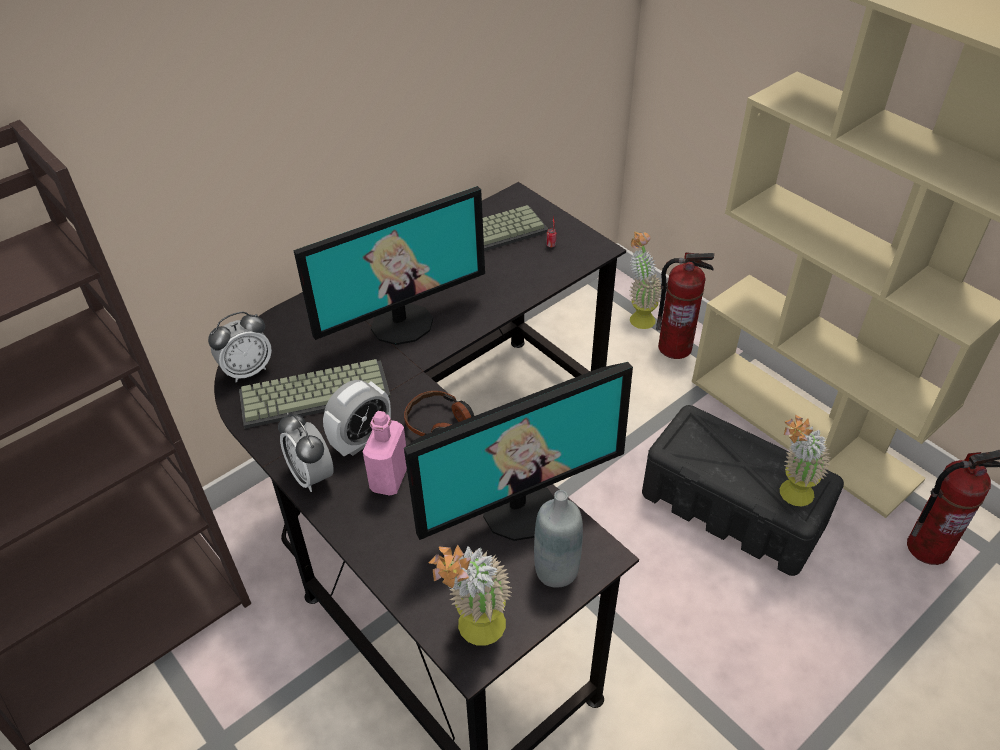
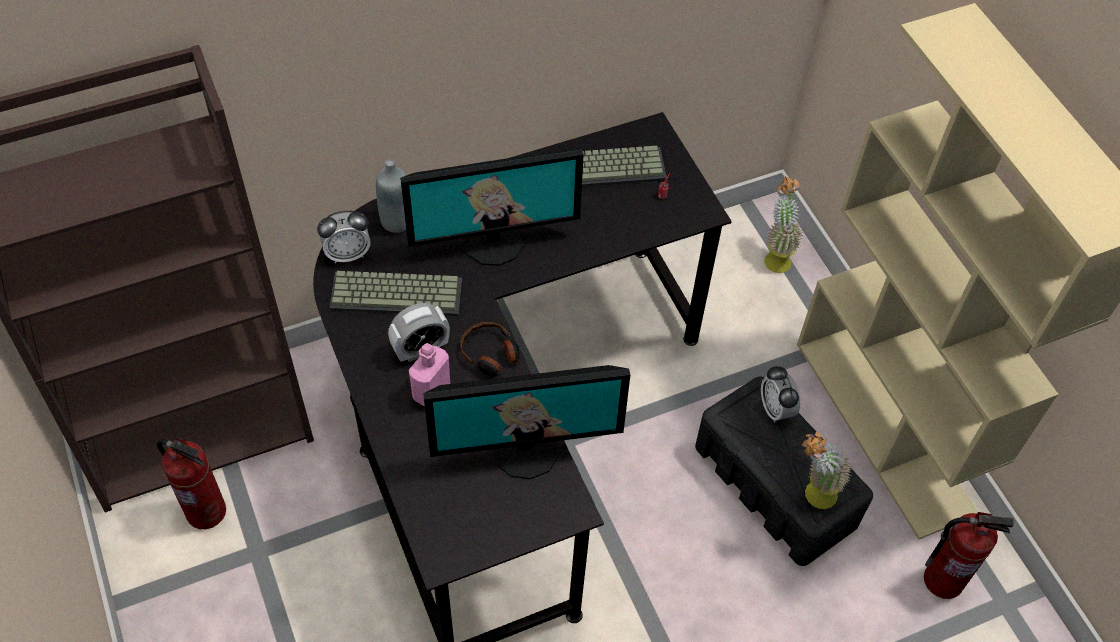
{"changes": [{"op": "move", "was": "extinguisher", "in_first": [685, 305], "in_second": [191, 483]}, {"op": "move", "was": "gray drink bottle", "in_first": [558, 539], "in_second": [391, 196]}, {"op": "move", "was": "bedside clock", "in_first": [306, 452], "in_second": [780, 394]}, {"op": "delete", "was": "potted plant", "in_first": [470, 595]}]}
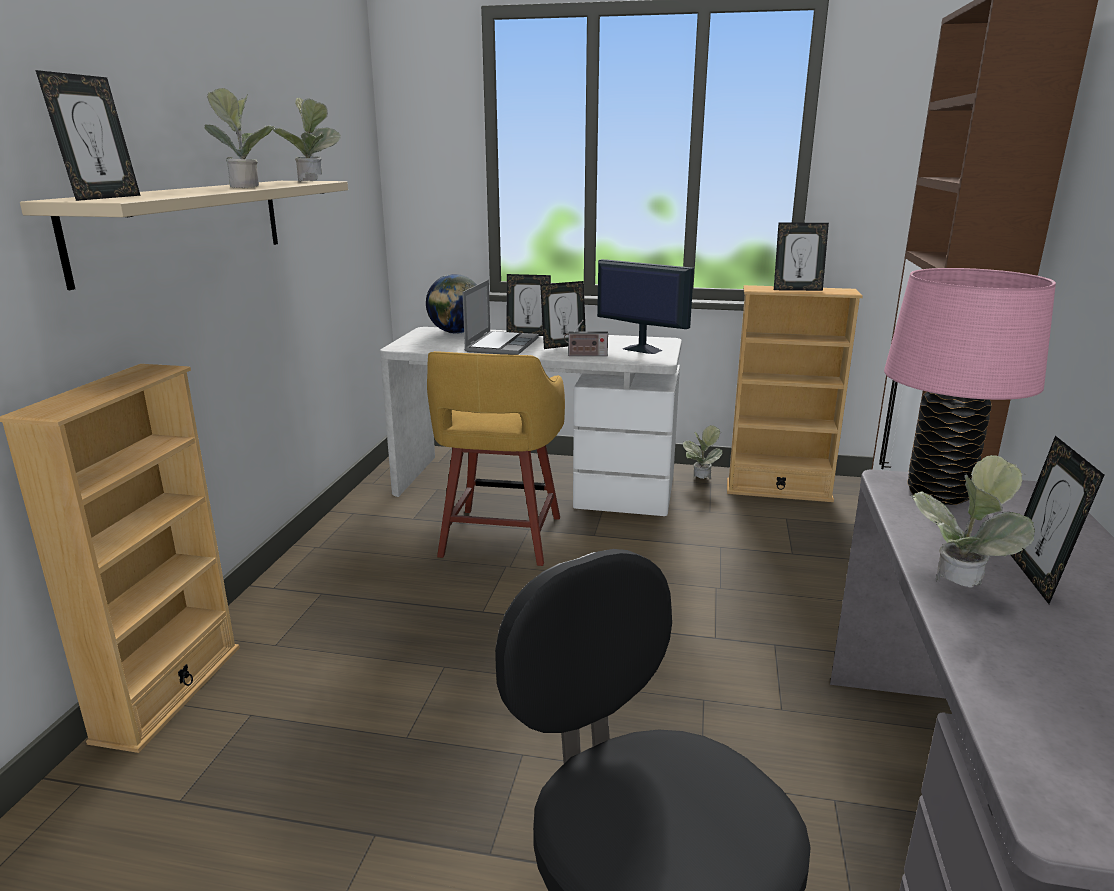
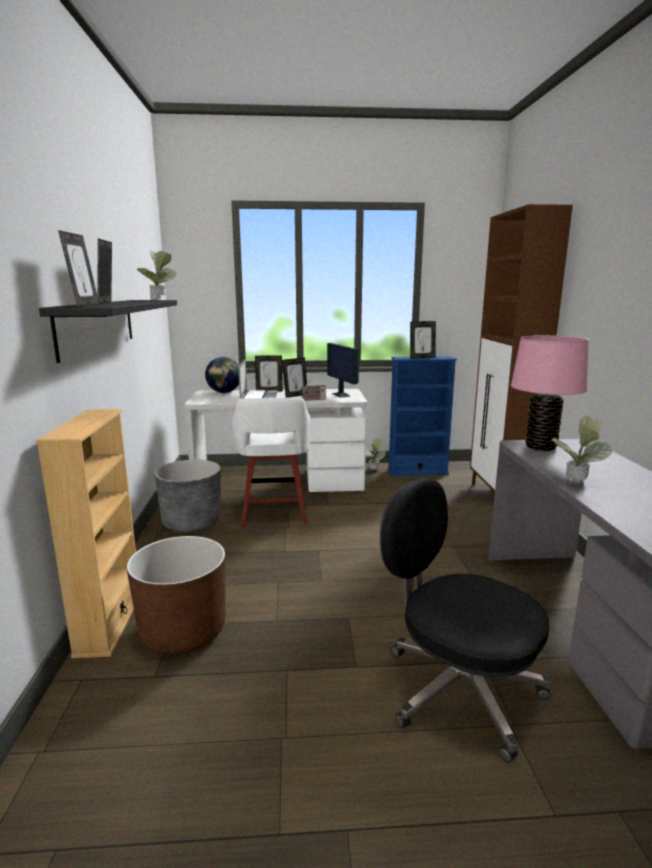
{"changes": [{"op": "recolor", "was": "sand-coloured bracket shelf", "now": "black-coloured bracket shelf", "in_first": [184, 235], "in_second": [108, 331]}, {"op": "move", "was": "standing frame", "in_first": [1057, 520], "in_second": [104, 271]}, {"op": "insert", "now": "brownish planter", "in_second": [176, 595]}, {"op": "insert", "now": "gray planter", "in_second": [187, 496]}, {"op": "recolor", "was": "yellowish stool", "now": "white stool", "in_first": [496, 458], "in_second": [271, 462]}, {"op": "rotate", "was": "computer screen", "in_first": [645, 306], "in_second": [343, 370], "clockwise": -135}, {"op": "recolor", "was": "sand-coloured bookcase", "now": "blue bookcase", "in_first": [795, 393], "in_second": [422, 416]}, {"op": "delete", "was": "potted plant", "in_first": [239, 138]}]}
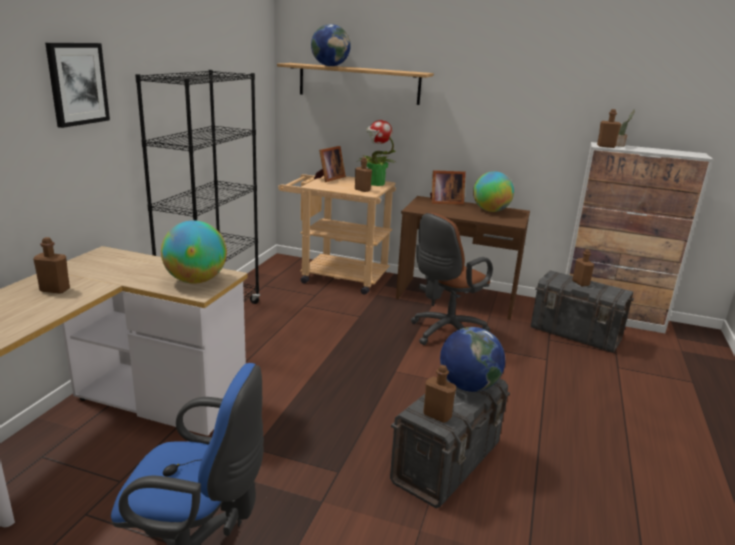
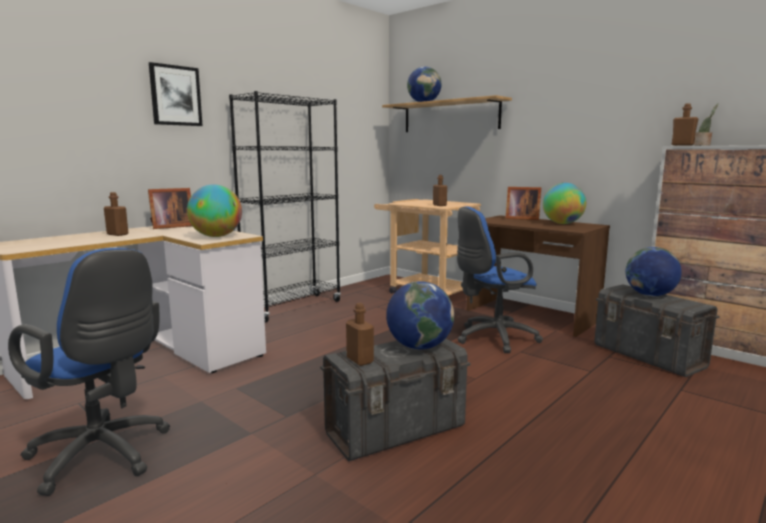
{"changes": [{"op": "move", "was": "standing frame", "in_first": [330, 164], "in_second": [170, 208]}, {"op": "recolor", "was": "brownish office chair", "now": "blue office chair", "in_first": [452, 279], "in_second": [500, 279]}, {"op": "replace", "was": "brownish drink bottle", "now": "globe", "in_first": [583, 267], "in_second": [654, 271]}, {"op": "delete", "was": "potted plant", "in_first": [377, 153]}]}
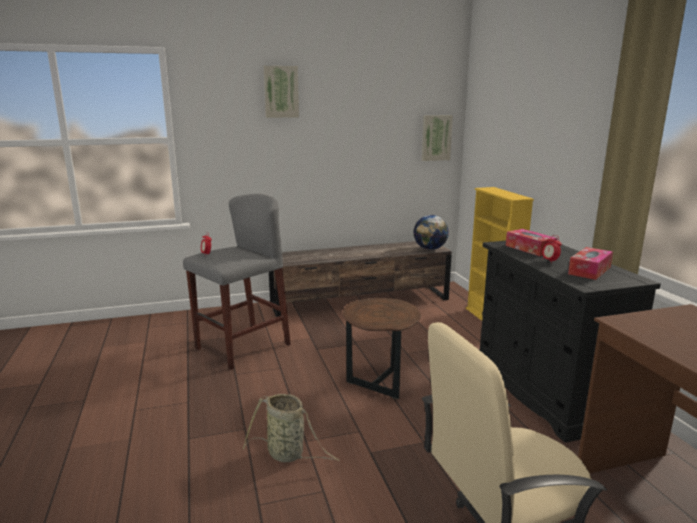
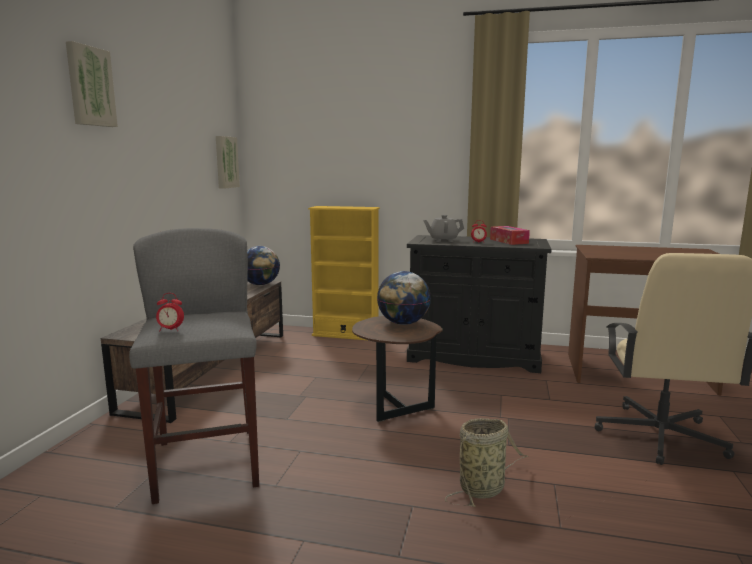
{"changes": [{"op": "insert", "now": "globe", "in_second": [404, 298]}, {"op": "replace", "was": "tissue holder", "now": "gray pot for tea", "in_first": [531, 242], "in_second": [443, 228]}]}
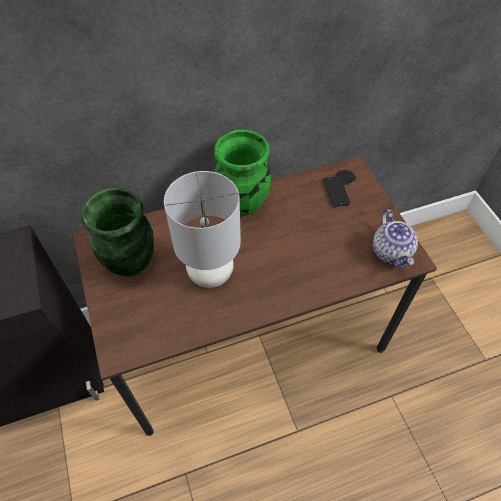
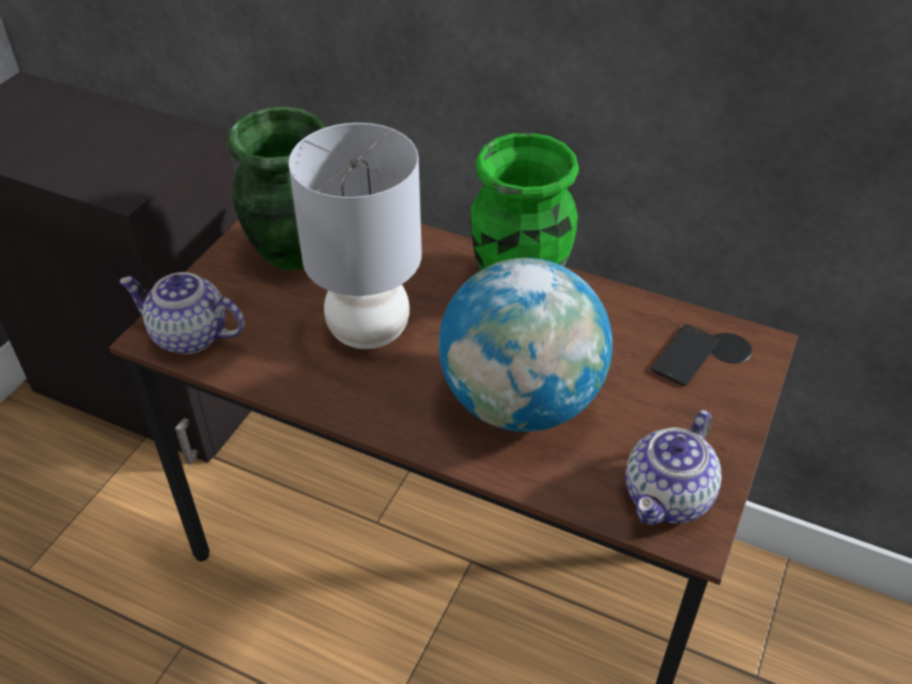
{"changes": [{"op": "insert", "now": "pot for tea", "in_second": [182, 313]}, {"op": "insert", "now": "globe", "in_second": [526, 345]}]}
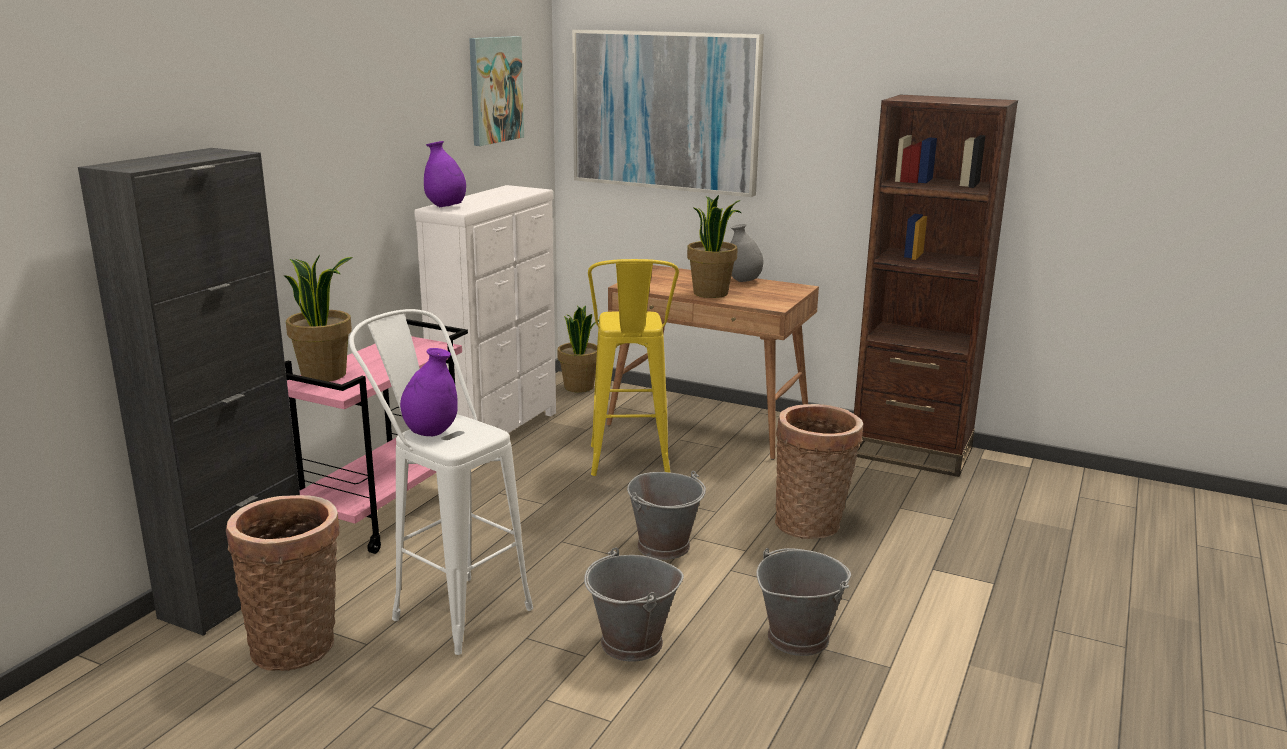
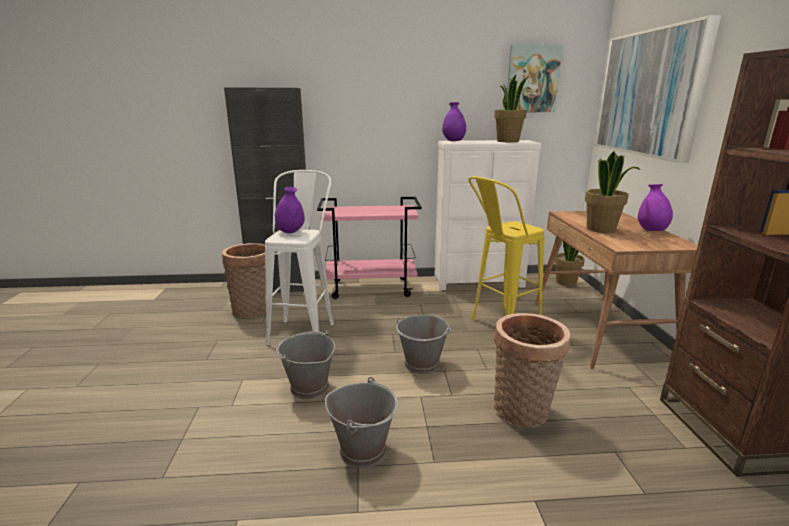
{"changes": [{"op": "move", "was": "potted plant", "in_first": [319, 318], "in_second": [512, 108]}, {"op": "recolor", "was": "gray decorative vase", "now": "purplish decorative vase", "in_first": [747, 253], "in_second": [655, 207]}]}
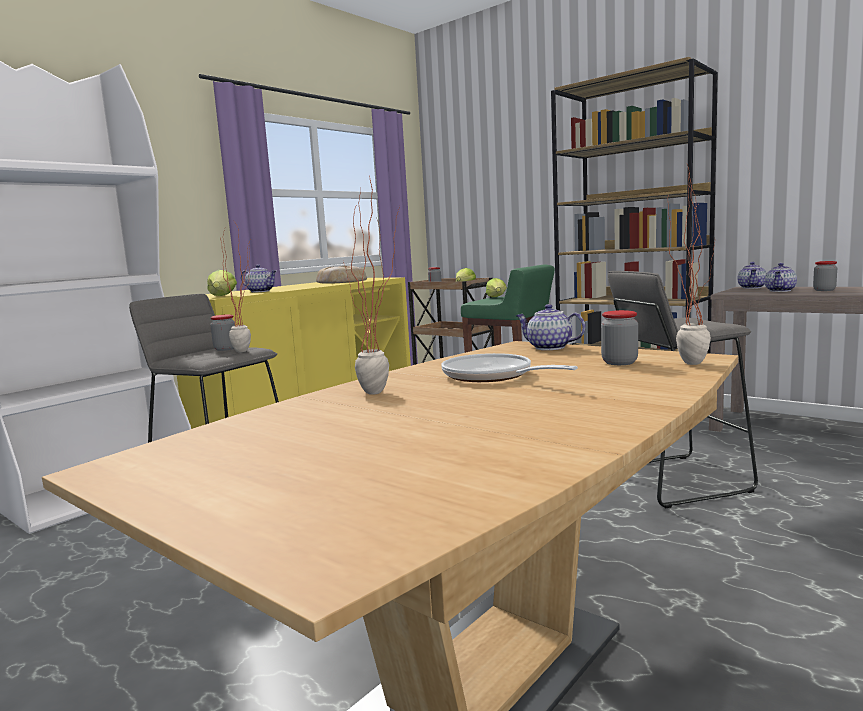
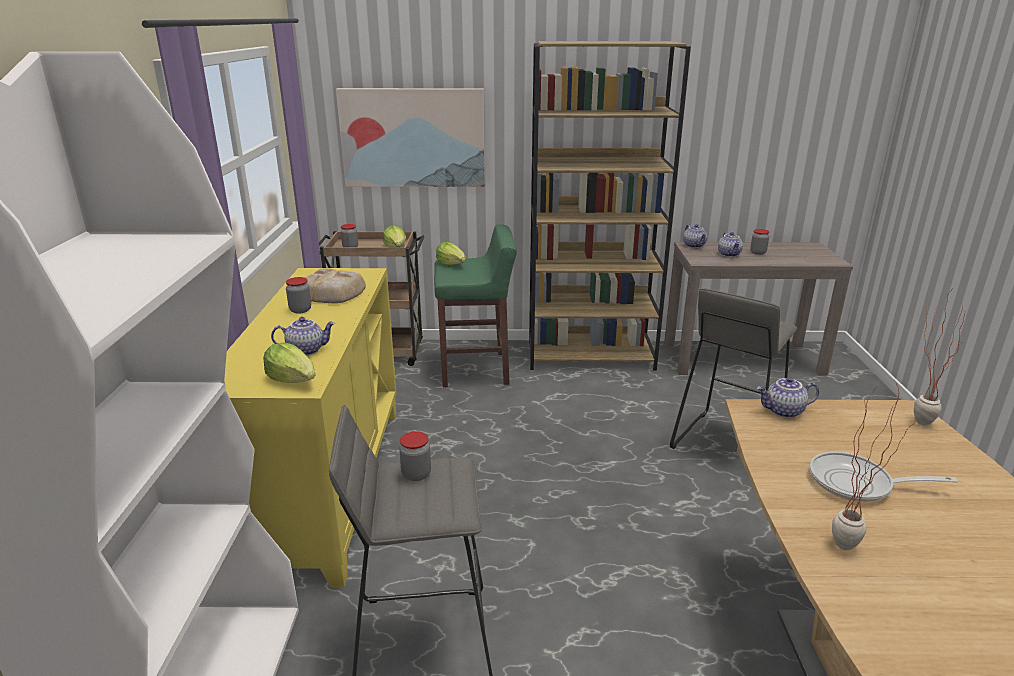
{"changes": [{"op": "move", "was": "preserve jar", "in_first": [619, 337], "in_second": [298, 295]}, {"op": "insert", "now": "picture", "in_second": [410, 137]}, {"op": "delete", "was": "potted plant", "in_first": [235, 287]}]}
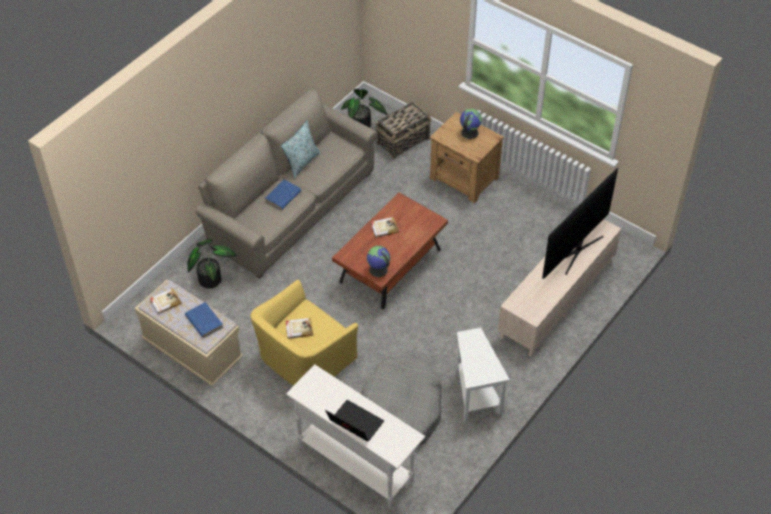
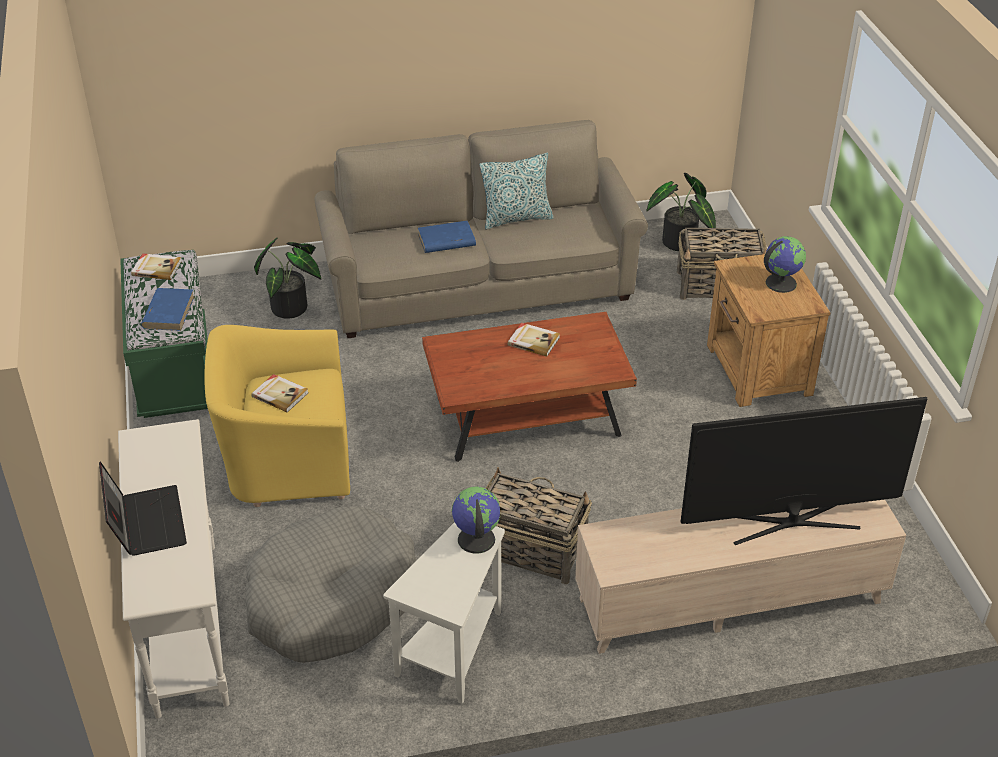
{"changes": [{"op": "recolor", "was": "sand-coloured indoor bench", "now": "green indoor bench", "in_first": [189, 333], "in_second": [164, 334]}, {"op": "move", "was": "globe", "in_first": [378, 261], "in_second": [476, 520]}, {"op": "insert", "now": "basket", "in_second": [539, 525]}]}
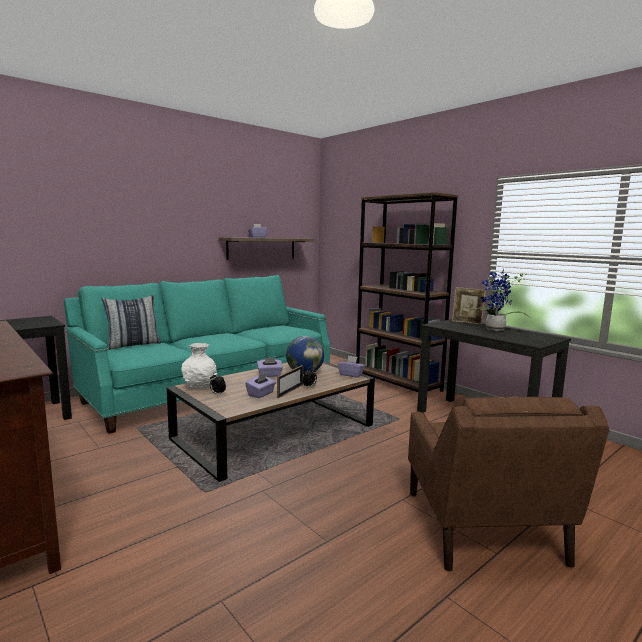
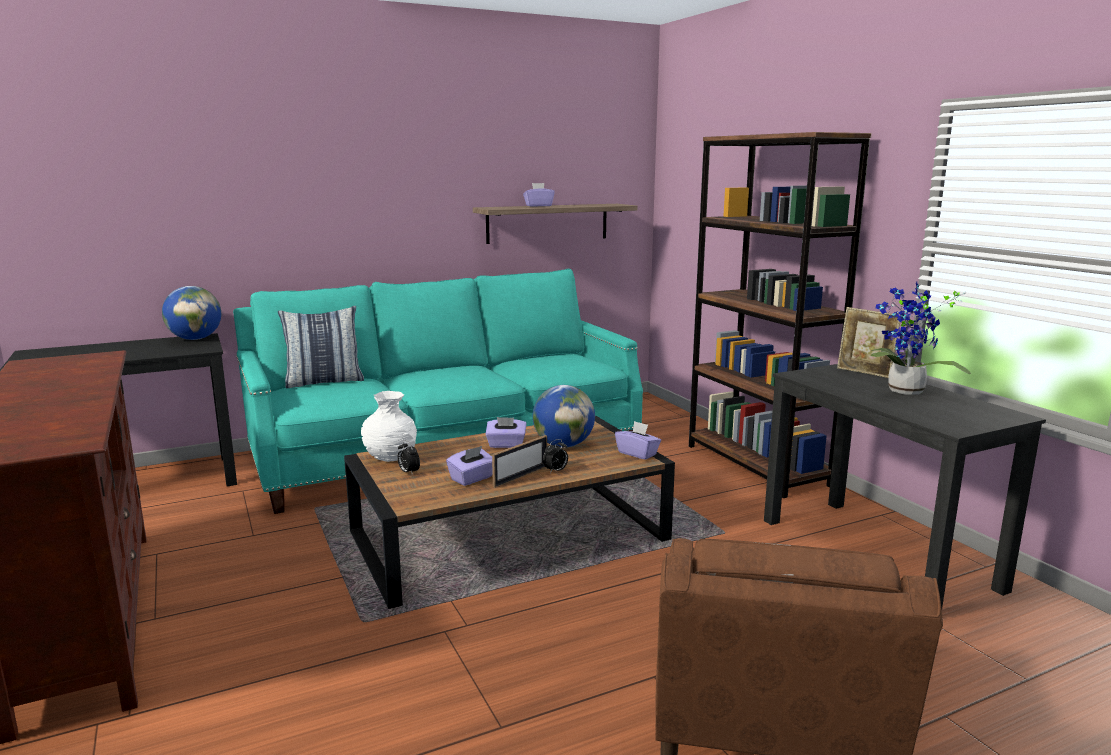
{"changes": [{"op": "insert", "now": "globe", "in_second": [191, 313]}]}
